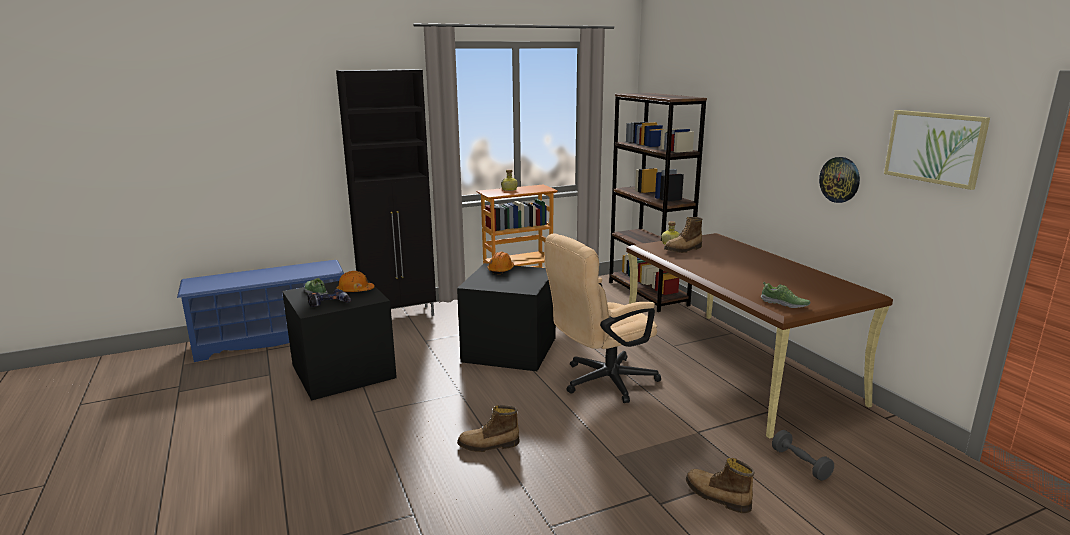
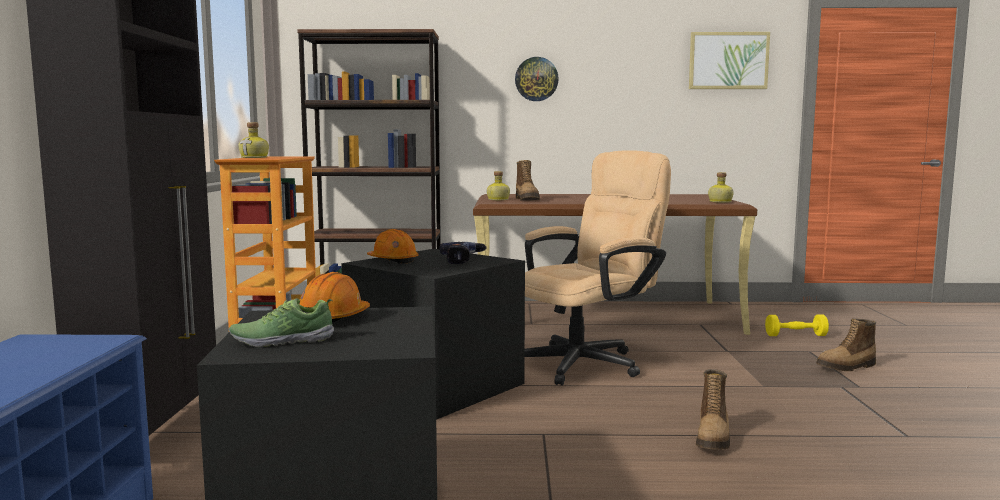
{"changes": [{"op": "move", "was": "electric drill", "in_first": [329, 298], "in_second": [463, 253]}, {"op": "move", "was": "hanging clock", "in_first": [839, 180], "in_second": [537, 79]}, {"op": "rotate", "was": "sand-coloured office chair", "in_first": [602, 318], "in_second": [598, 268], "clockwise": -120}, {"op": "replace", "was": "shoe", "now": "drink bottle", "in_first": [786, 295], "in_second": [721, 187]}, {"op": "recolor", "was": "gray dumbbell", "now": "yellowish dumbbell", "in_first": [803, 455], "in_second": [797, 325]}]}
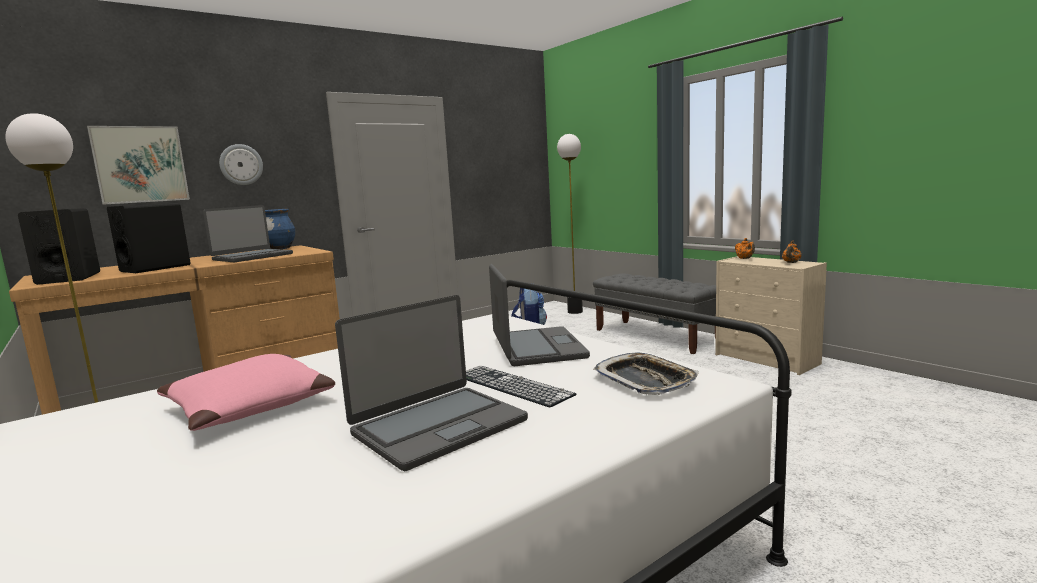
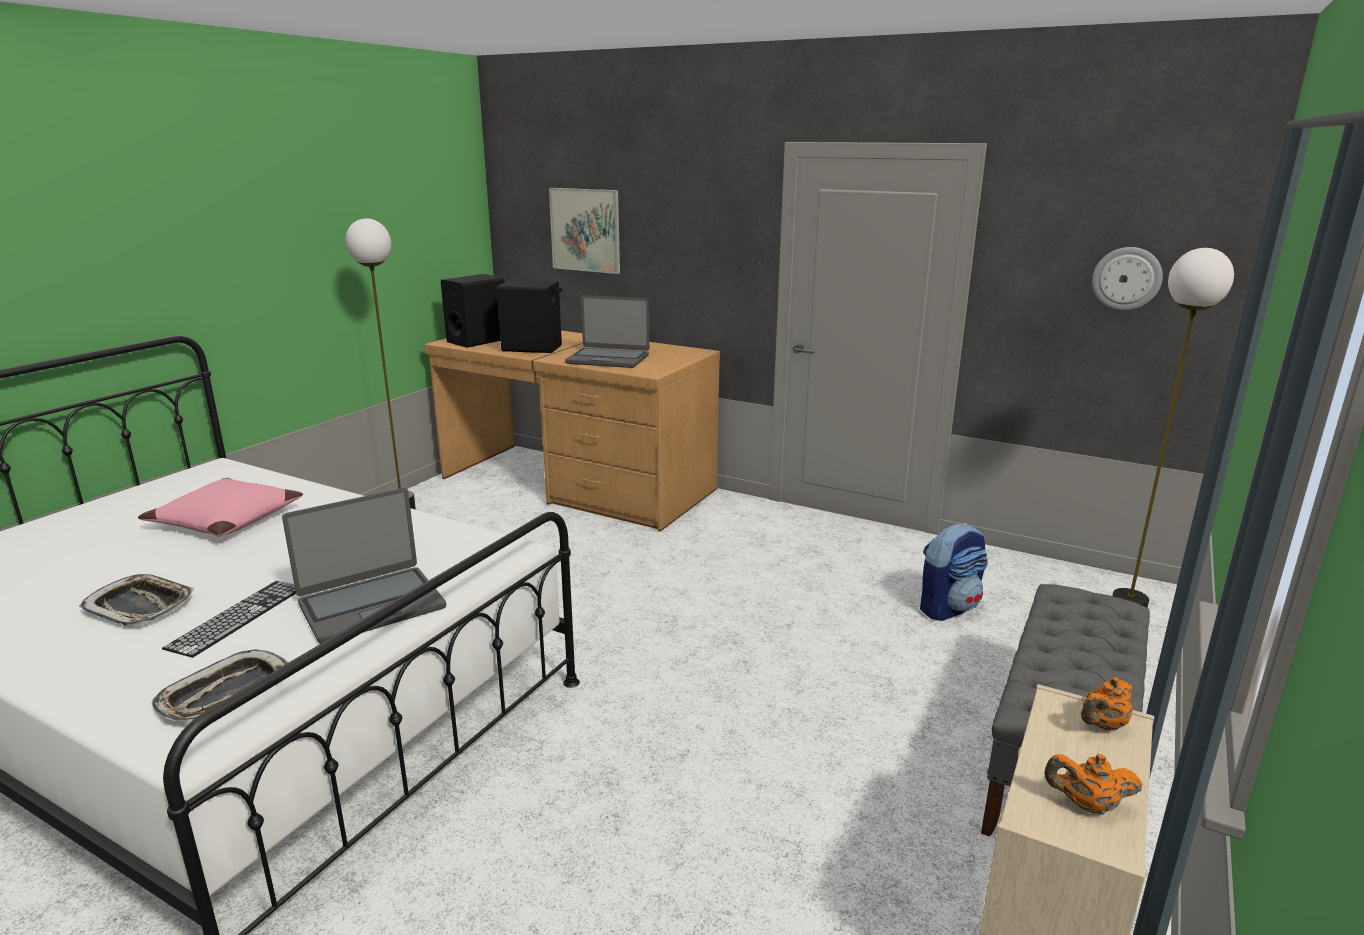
{"changes": [{"op": "replace", "was": "notebook computer", "now": "serving tray", "in_first": [431, 383], "in_second": [136, 600]}, {"op": "move", "was": "hanging clock", "in_first": [241, 164], "in_second": [1127, 278]}, {"op": "delete", "was": "blue decorative vase", "in_first": [280, 229]}]}
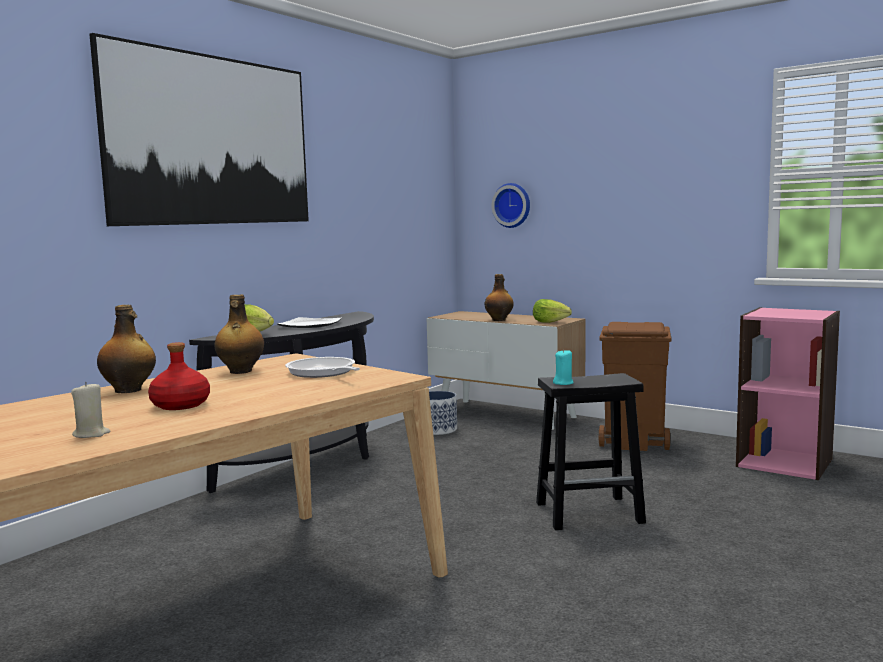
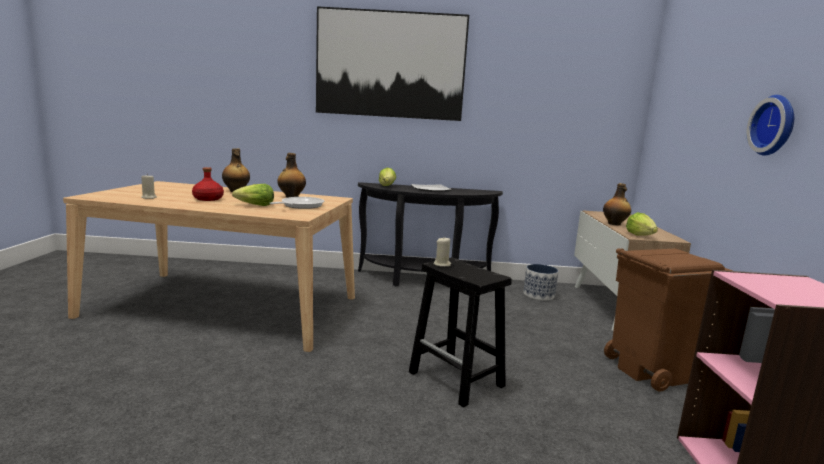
{"changes": [{"op": "insert", "now": "lettuce head", "in_second": [253, 195]}, {"op": "recolor", "was": "turquoise-coloured wax light", "now": "sand-coloured wax light", "in_first": [563, 367], "in_second": [442, 252]}, {"op": "move", "was": "hanging clock", "in_first": [510, 205], "in_second": [770, 125]}]}
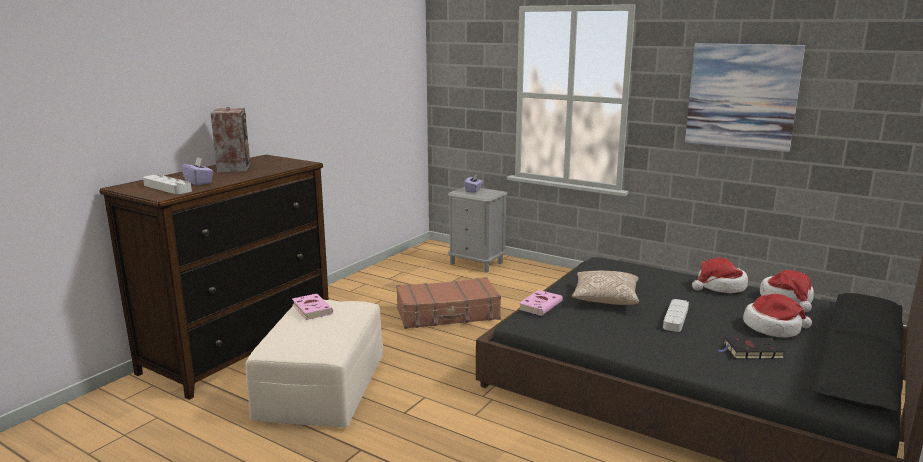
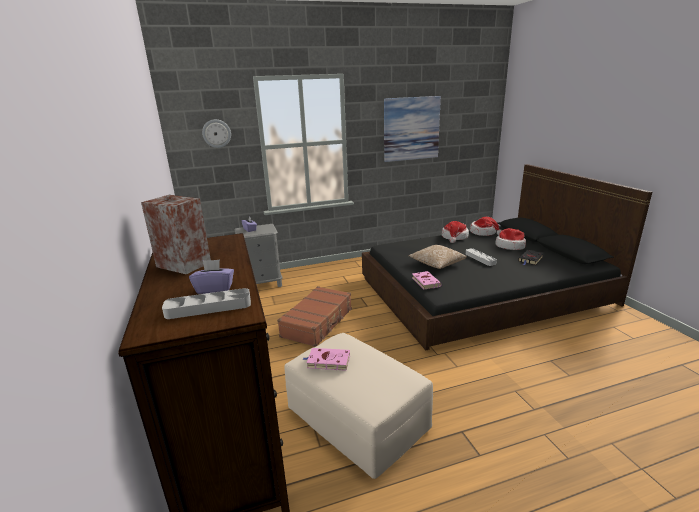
{"changes": [{"op": "insert", "now": "hanging clock", "in_second": [216, 133]}]}
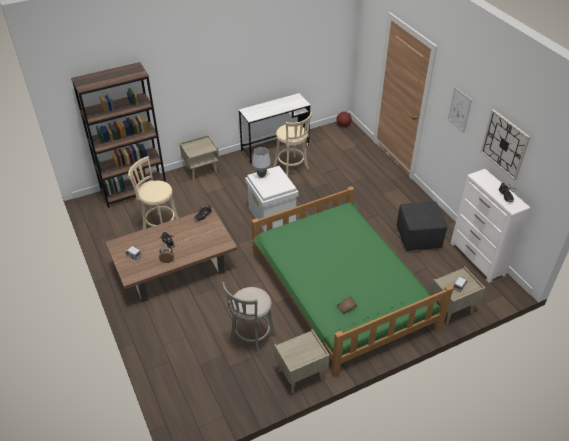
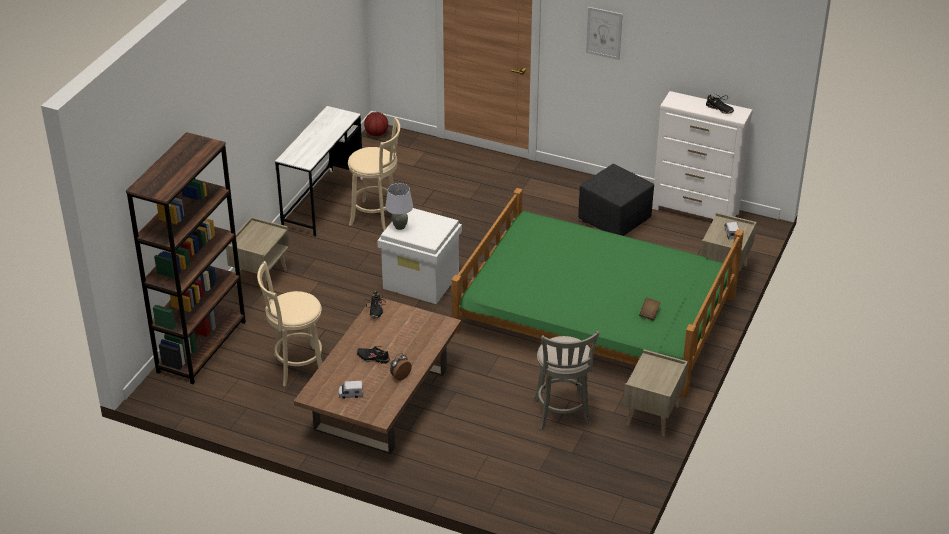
{"changes": [{"op": "delete", "was": "hanging clock", "in_first": [505, 144]}]}
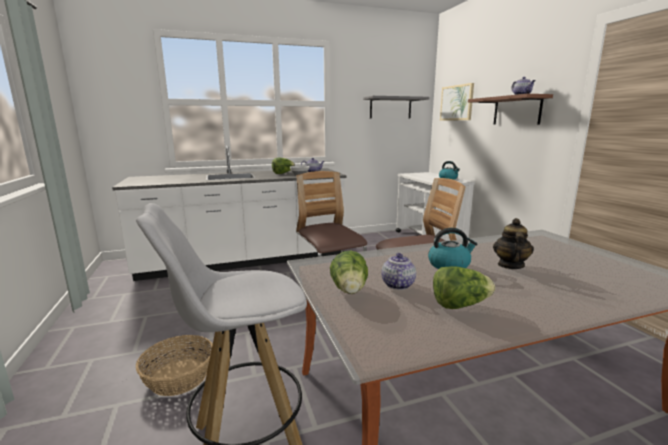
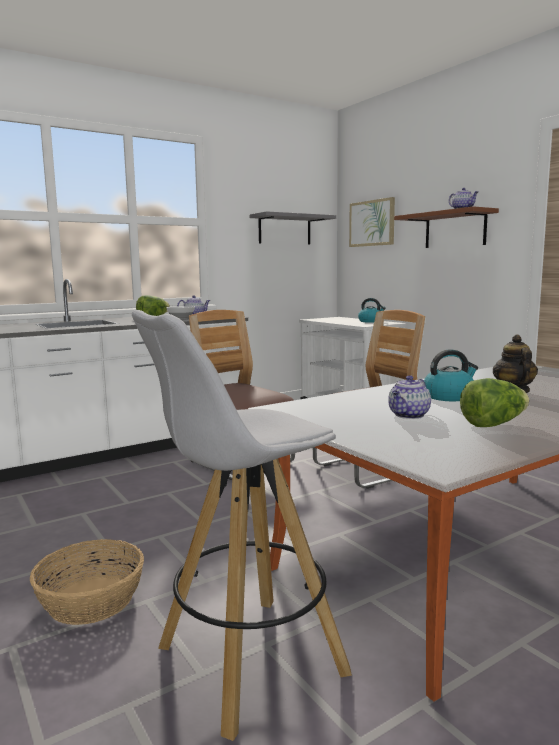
{"changes": [{"op": "rotate", "was": "pot for tea", "in_first": [398, 271], "in_second": [409, 397], "clockwise": -135}, {"op": "delete", "was": "lettuce head", "in_first": [349, 272]}]}
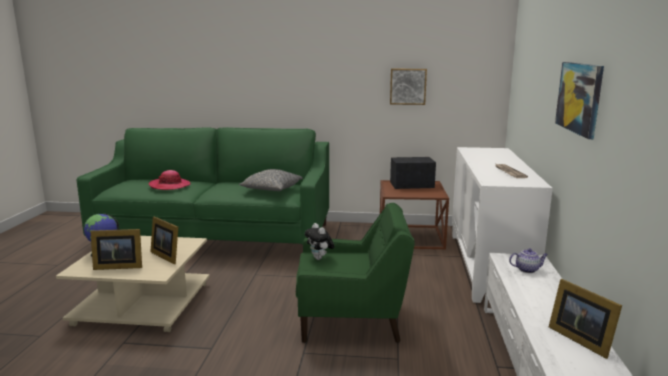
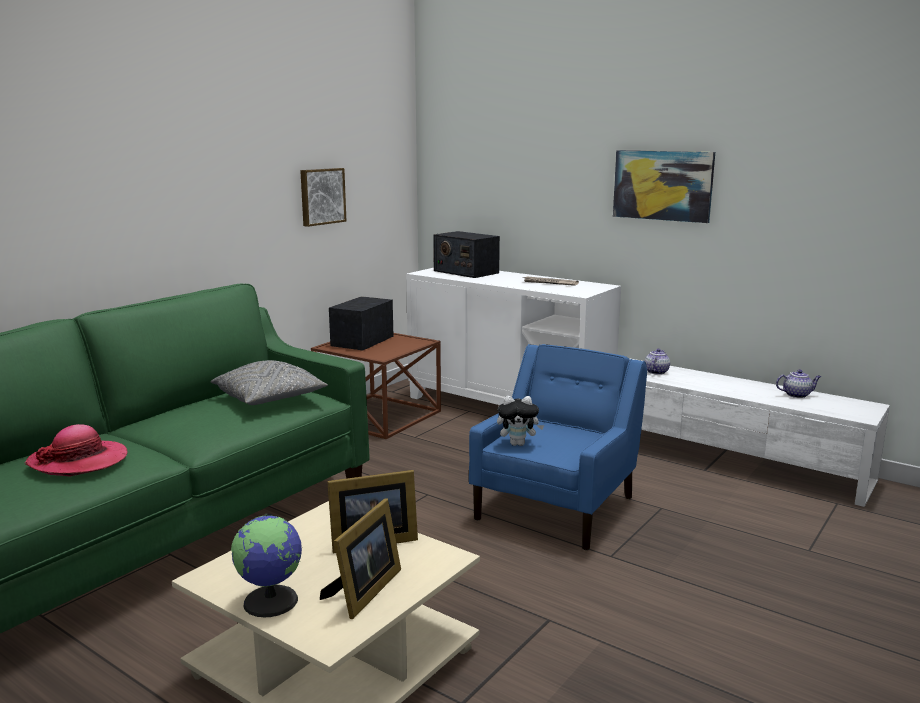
{"changes": [{"op": "insert", "now": "radio", "in_second": [466, 254]}, {"op": "recolor", "was": "green armchair", "now": "blue armchair", "in_first": [355, 273], "in_second": [558, 447]}, {"op": "replace", "was": "standing frame", "now": "pot for tea", "in_first": [585, 319], "in_second": [798, 384]}]}
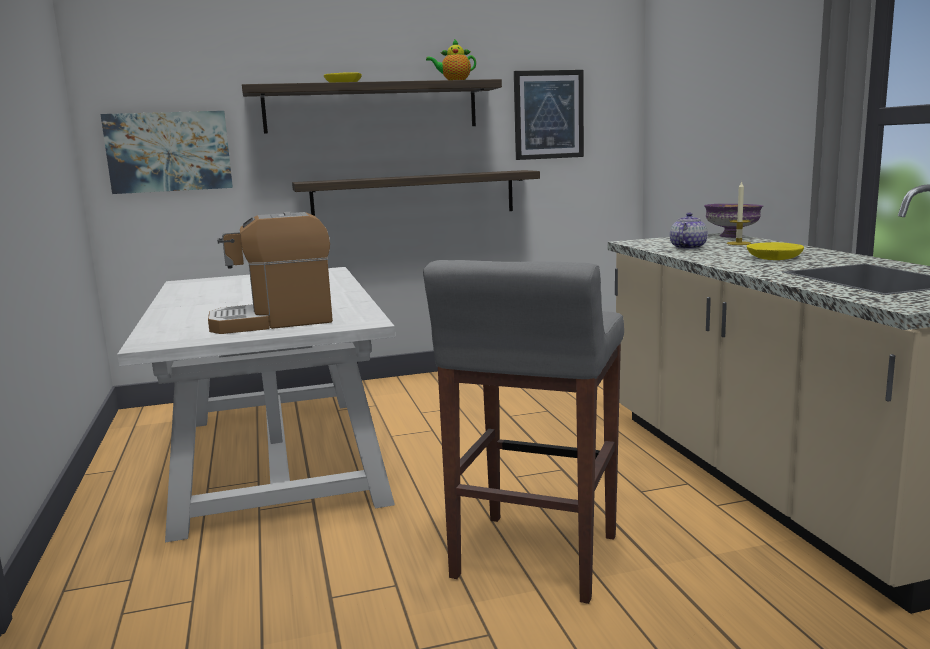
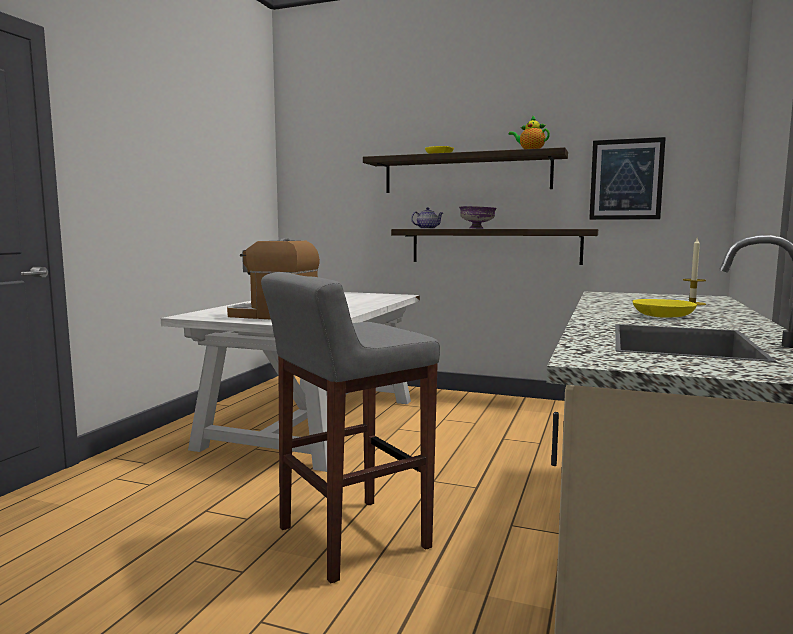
{"changes": [{"op": "move", "was": "pot for tea", "in_first": [689, 230], "in_second": [427, 218]}, {"op": "move", "was": "purplish bowl", "in_first": [733, 221], "in_second": [478, 217]}, {"op": "delete", "was": "picture", "in_first": [167, 152]}]}
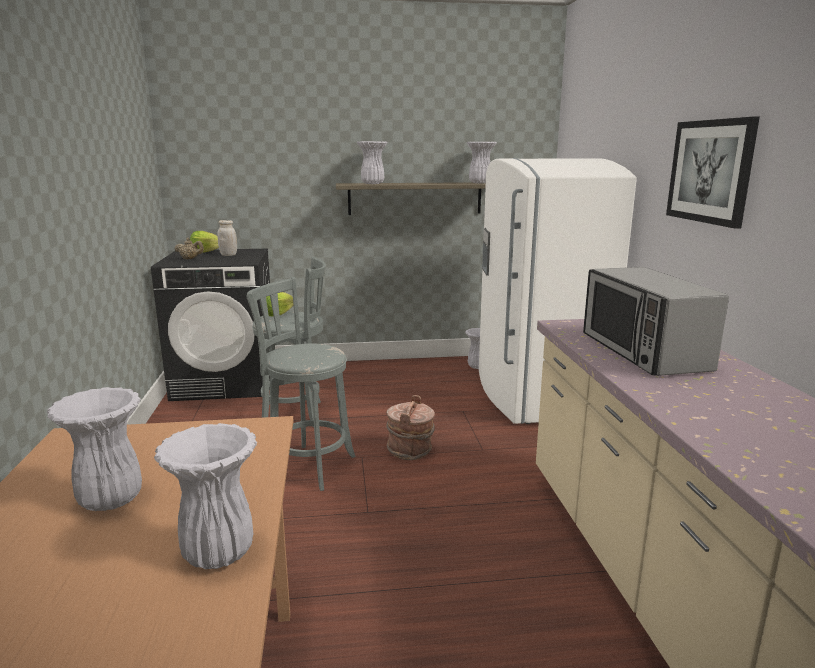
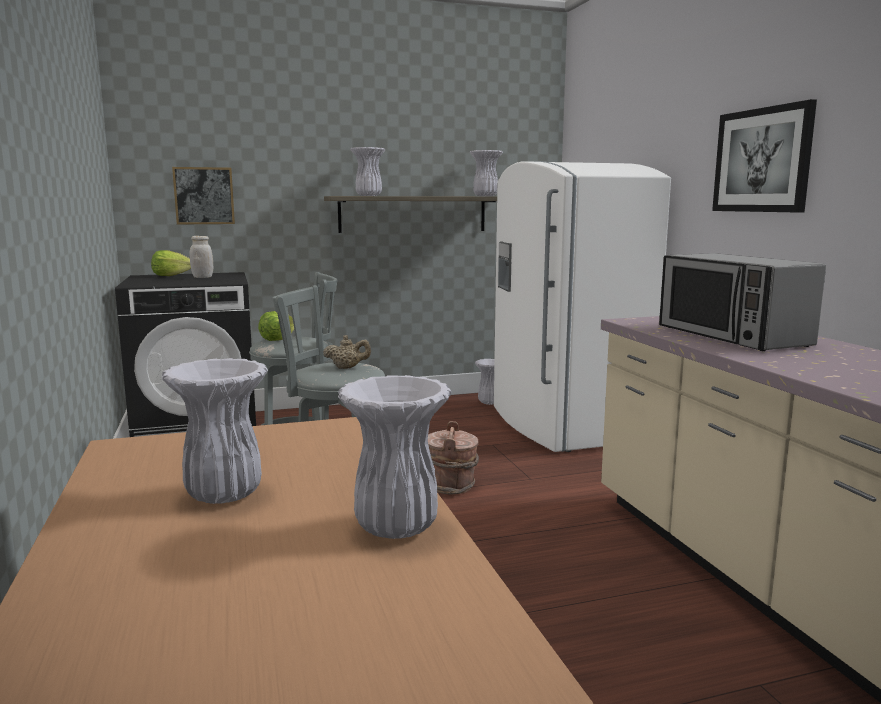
{"changes": [{"op": "insert", "now": "picture", "in_second": [203, 196]}, {"op": "move", "was": "sand-coloured pot for tea", "in_first": [189, 248], "in_second": [347, 352]}]}
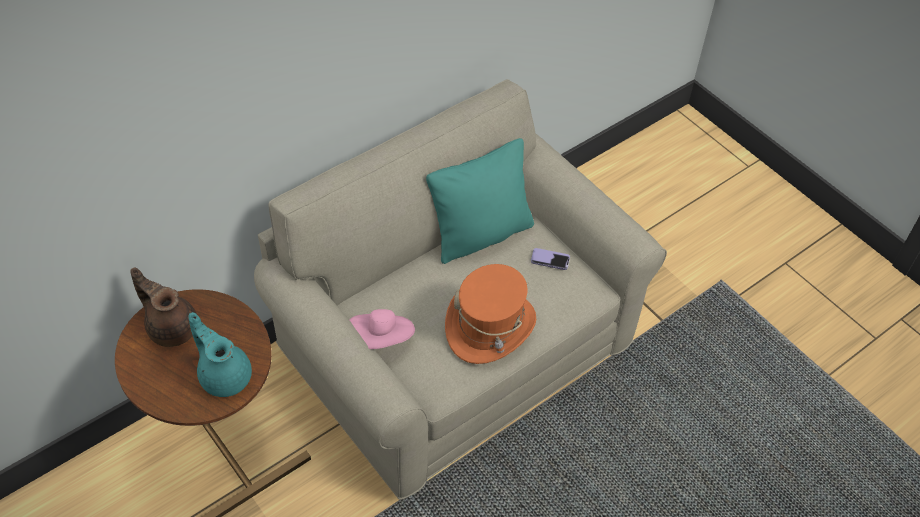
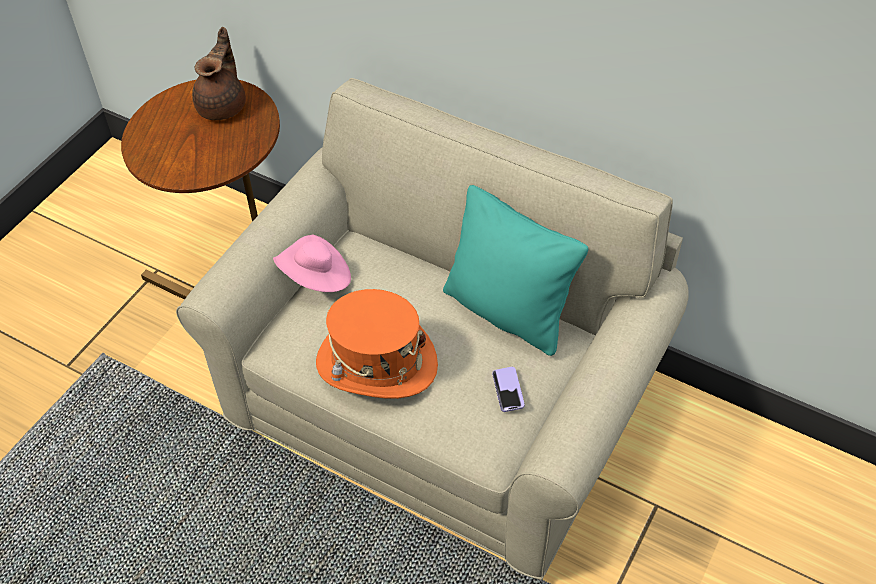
{"changes": [{"op": "delete", "was": "turquoise-coloured pot for tea", "in_first": [220, 354]}]}
